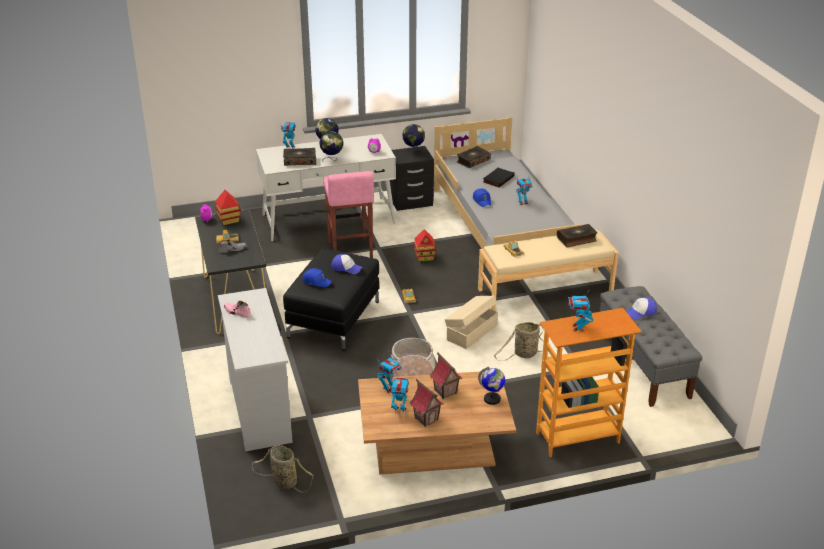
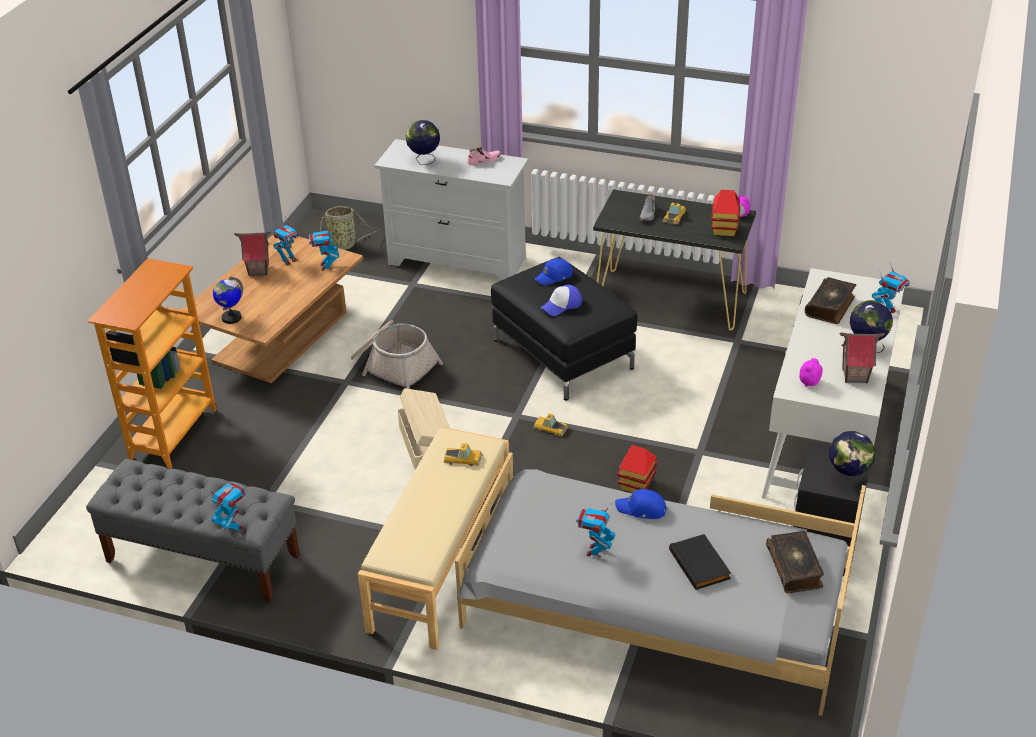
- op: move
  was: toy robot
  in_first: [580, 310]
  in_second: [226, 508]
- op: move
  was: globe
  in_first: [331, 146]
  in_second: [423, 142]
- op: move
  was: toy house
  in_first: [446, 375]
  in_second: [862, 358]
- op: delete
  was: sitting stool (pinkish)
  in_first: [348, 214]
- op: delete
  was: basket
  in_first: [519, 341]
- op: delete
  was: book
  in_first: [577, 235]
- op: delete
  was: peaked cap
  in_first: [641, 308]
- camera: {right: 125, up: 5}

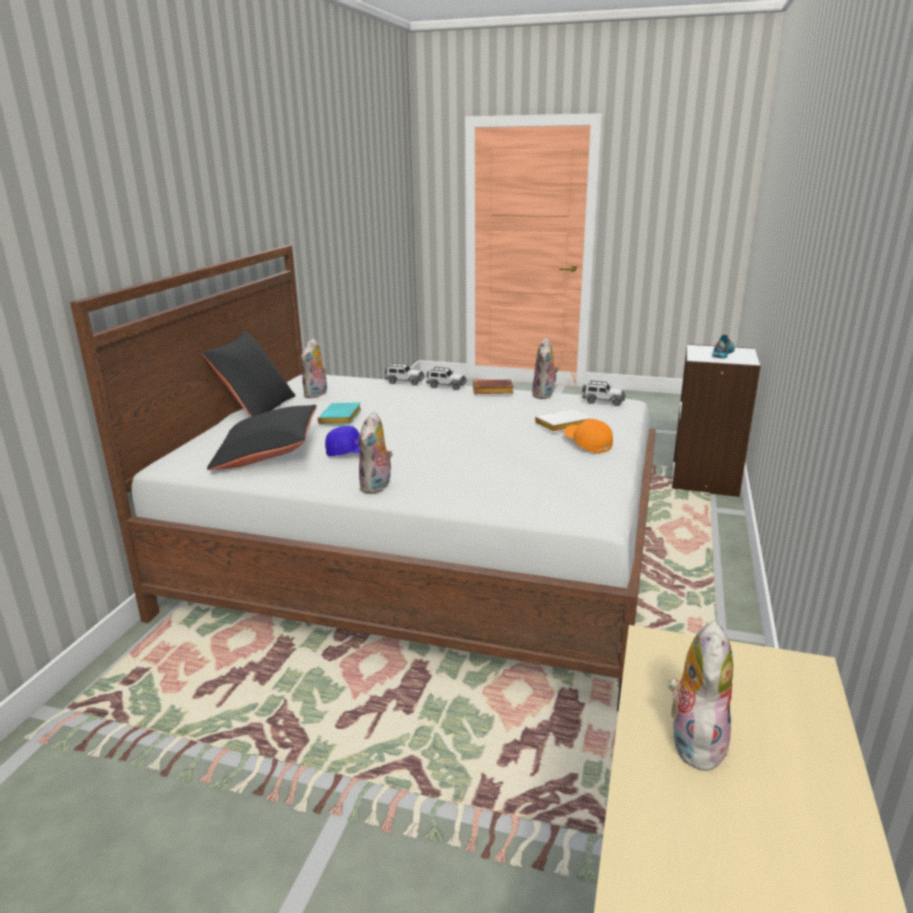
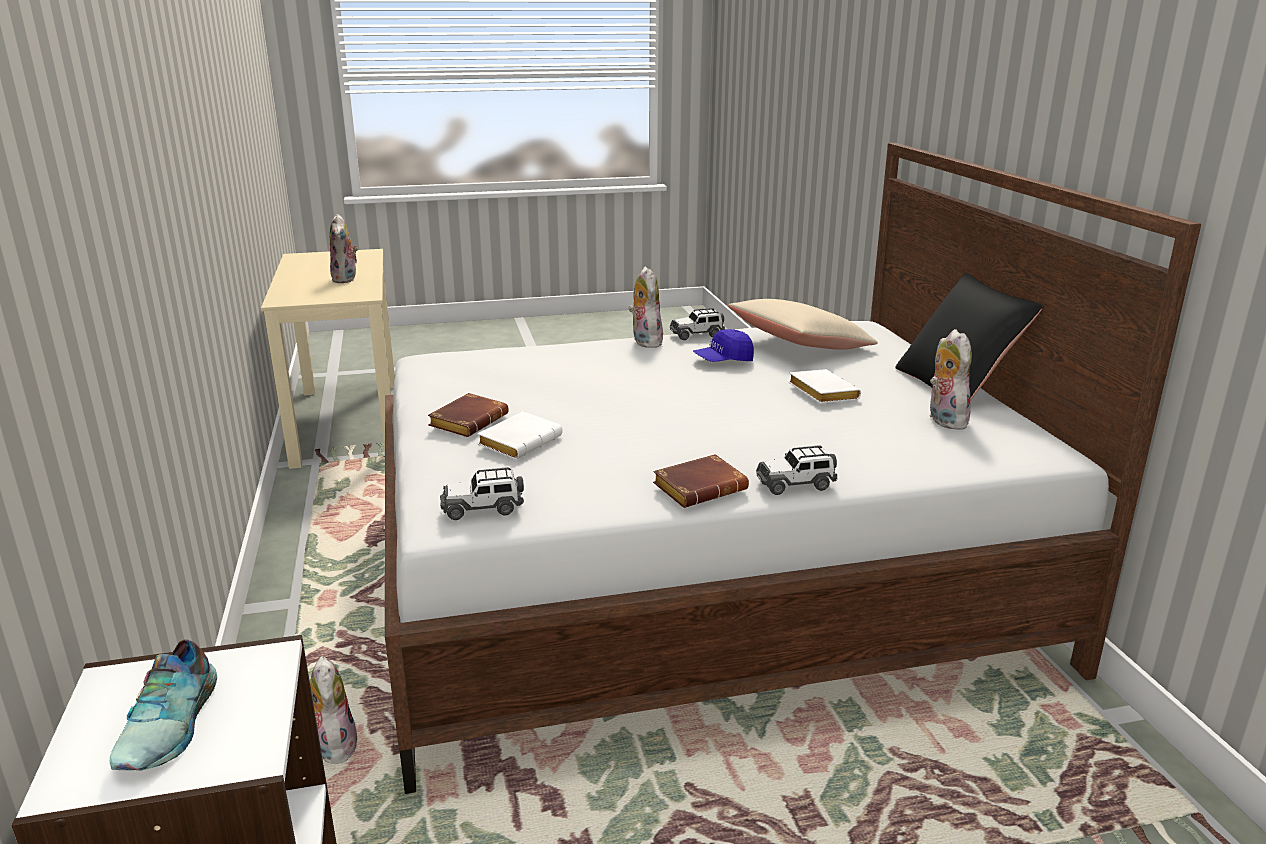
- op: move
  was: plush toy
  in_first: [545, 368]
  in_second: [333, 710]
- op: replace
  was: peaked cap (orange-coloured)
  now: book (brownish)
  in_first: [588, 436]
  in_second: [468, 415]
- op: move
  was: miniature car
  in_first: [404, 374]
  in_second: [697, 324]
- op: recolor
  was: throw pillow (blackish)
  now: throw pillow (beige-coloured)
  in_first: [262, 437]
  in_second: [803, 324]
- op: recolor
  was: book (turquoise-coloured)
  now: book (whitish)
  in_first: [339, 414]
  in_second: [824, 386]
- camera: {right: 150, up: 0}

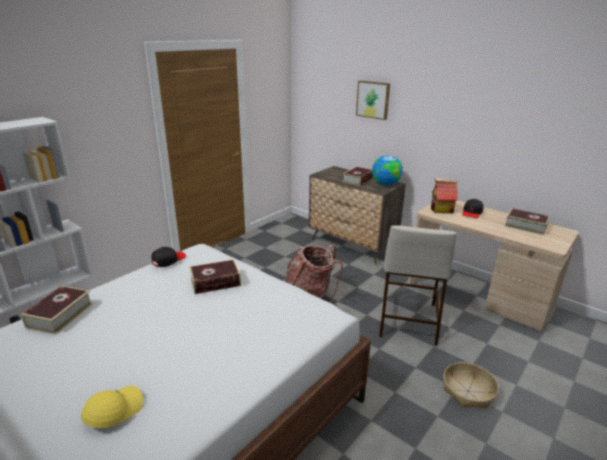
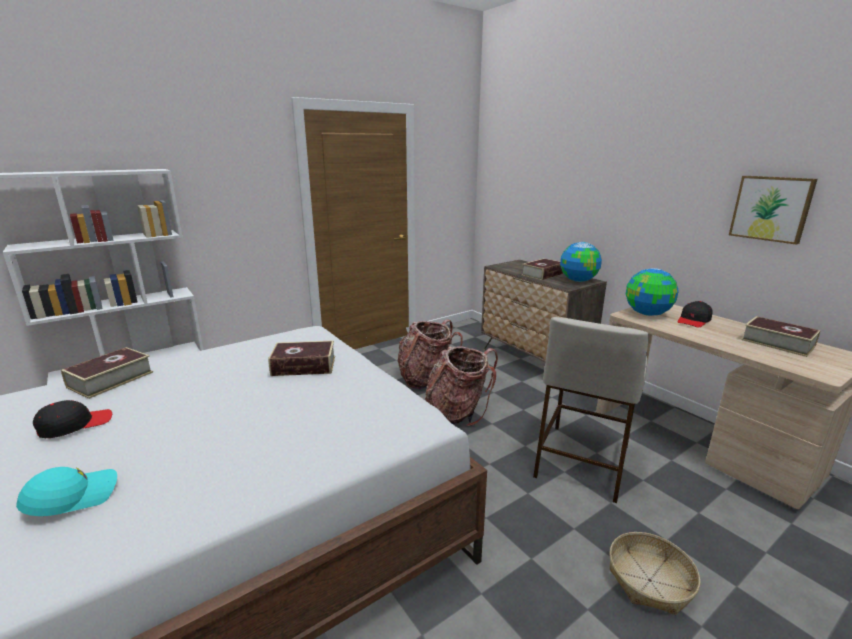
- op: recolor
  was: peaked cap (yellow-coloured)
  now: peaked cap (turquoise-coloured)
  in_first: [112, 407]
  in_second: [66, 491]
- op: move
  was: peaked cap (blackish)
  in_first: [169, 257]
  in_second: [72, 419]
- op: insert
  now: knapsack
  in_second: [430, 354]
- op: replace
  was: toy house
  now: globe
  in_first: [444, 195]
  in_second: [652, 292]
- op: move
  was: wall picture
  in_first: [373, 100]
  in_second: [773, 210]
- camera: {right: 15, up: -5}

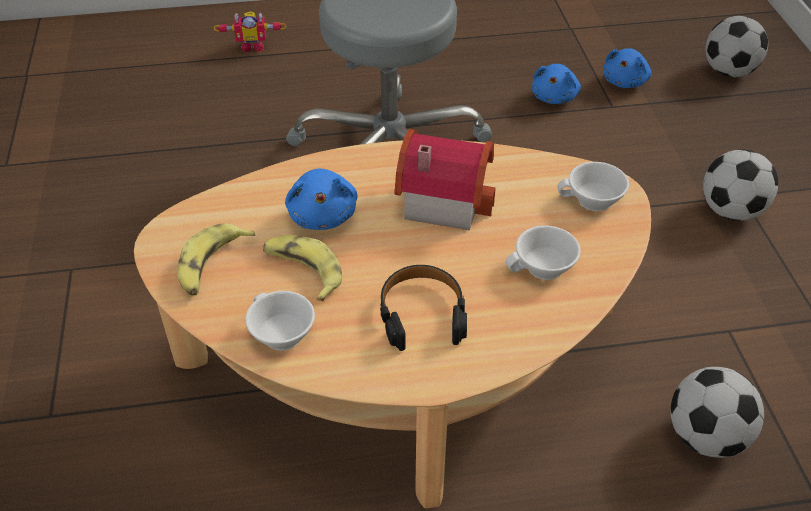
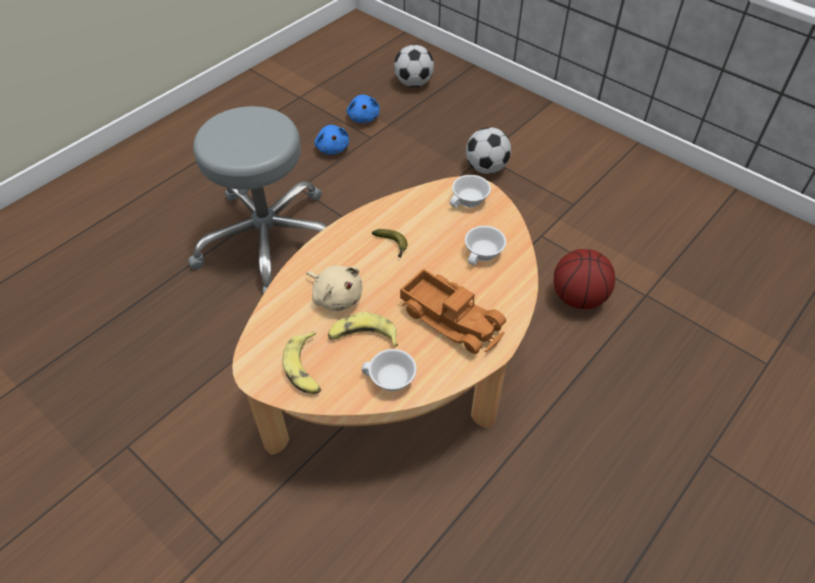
- op: recolor
  was: plush toy (blue)
  now: plush toy (beige-coloured)
  in_first: [321, 199]
  in_second: [334, 288]
- op: replace
  was: toy house
  now: banana
  in_first: [445, 179]
  in_second: [390, 243]
- op: replace
  was: pair of headphones (blackish)
  now: toy lorry
  in_first: [423, 308]
  in_second: [453, 311]
- op: replace
  was: football
  now: ball for basketball
  in_first: [717, 412]
  in_second: [584, 279]
- op: delete
  was: toy robot
  in_first: [250, 32]
- camera: {right: -40, up: 5}

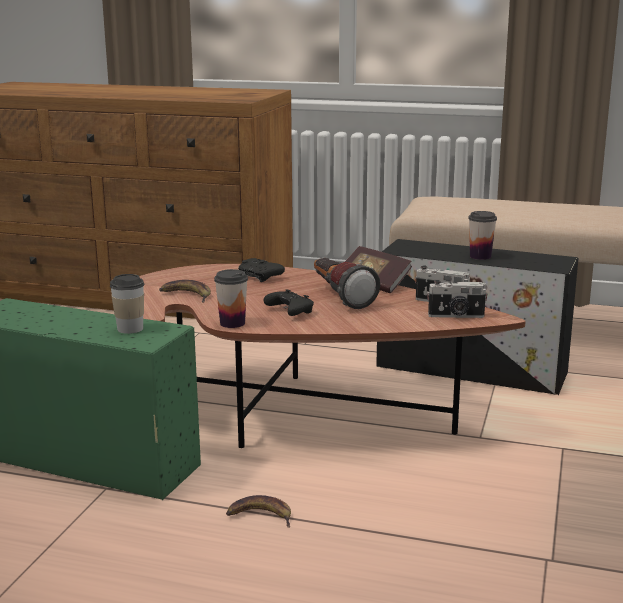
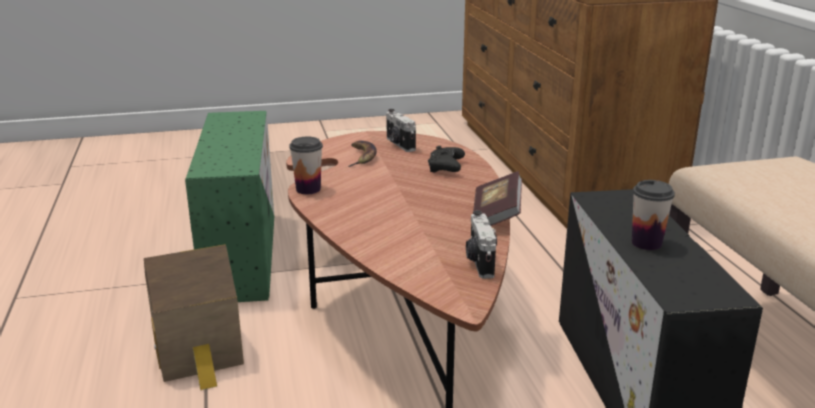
- op: replace
  was: banana
  now: toy house
  in_first: [258, 511]
  in_second: [194, 317]
- op: move
  was: photo camera
  in_first: [457, 299]
  in_second: [401, 130]
- op: delete
  was: cup
  in_first: [127, 304]
- op: delete
  was: joypad (blackish)
  in_first: [289, 302]
- op: delete
  was: torch
  in_first: [347, 283]
- camera: {right: 60, up: 5}

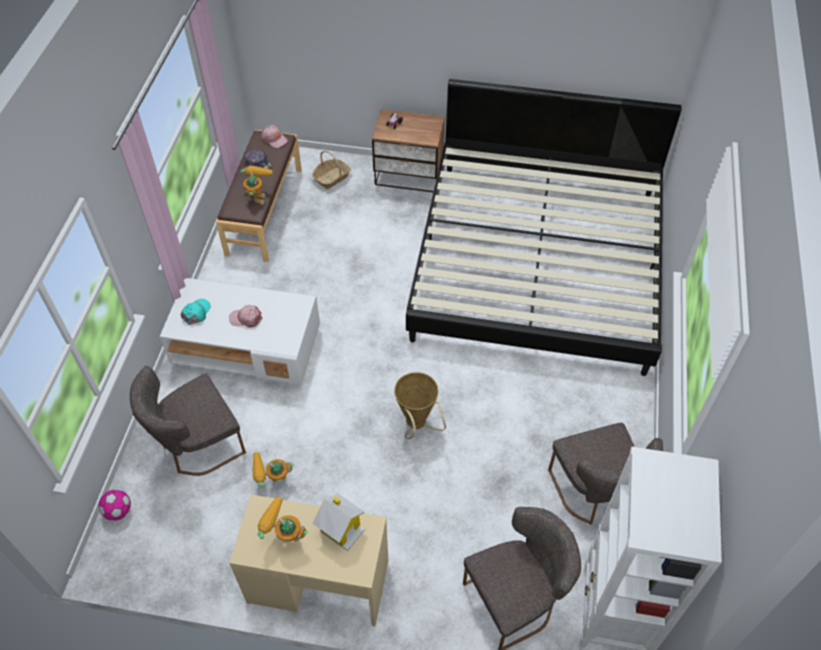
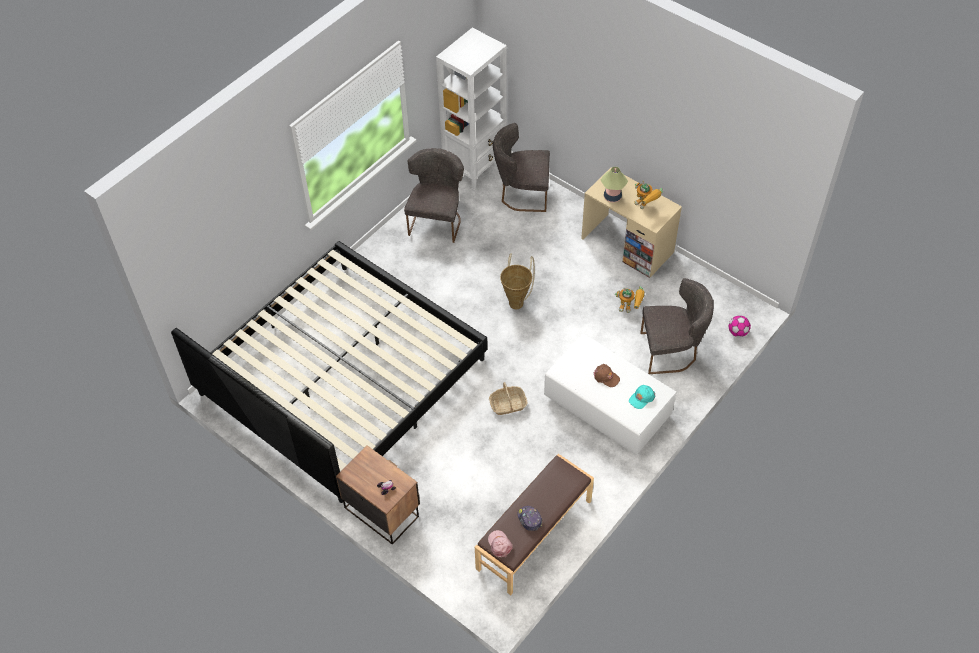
- op: move
  was: basket
  in_first: [331, 170]
  in_second: [508, 398]
- op: recolor
  was: peaked cap (pinkish)
  now: peaked cap (brownish)
  in_first: [245, 316]
  in_second: [607, 375]
- op: replace
  was: toy house
  now: lamp for a table
  in_first: [338, 522]
  in_second: [614, 184]
- op: delete
  was: toy robot
  in_first: [256, 185]
- camera: {right: -150, up: 0}

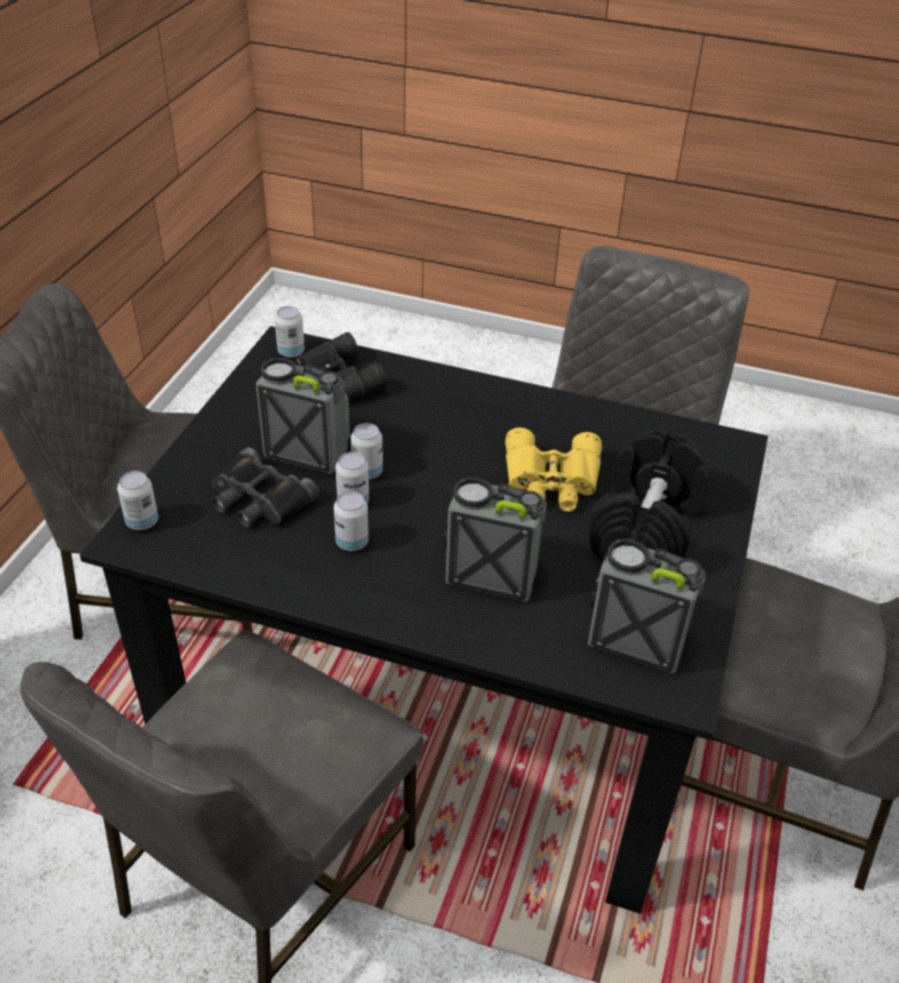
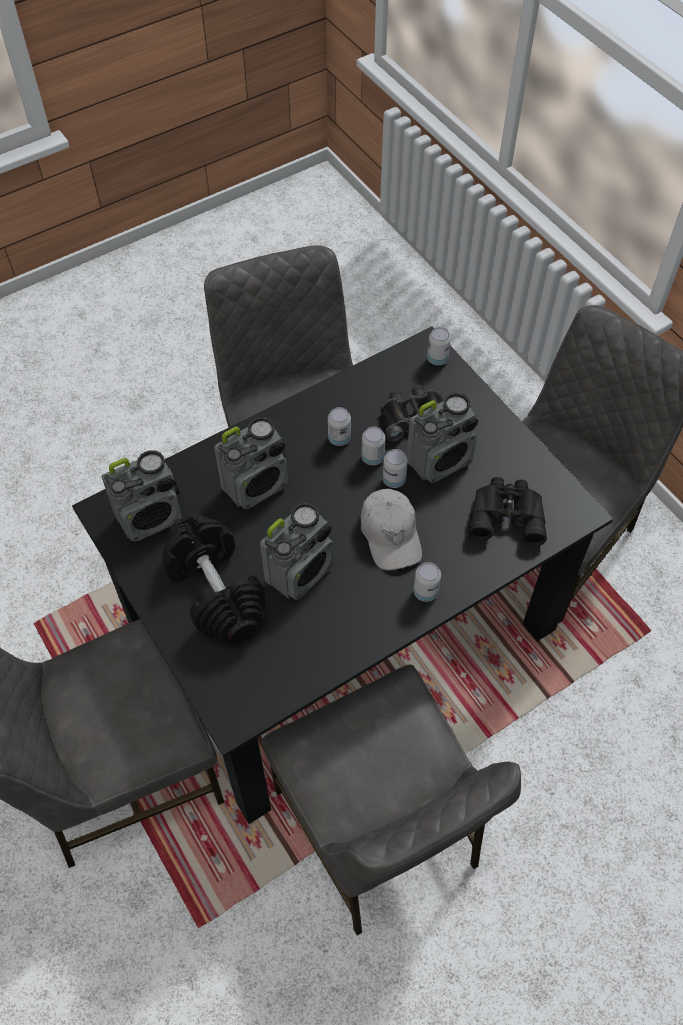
- op: replace
  was: field glasses (yellow-coloured)
  now: radio set
  in_first: [553, 470]
  in_second: [297, 551]
- op: insert
  now: peaked cap (whitish)
  in_second: [391, 529]
- op: move
  was: metal can
  in_first: [290, 332]
  in_second: [427, 582]
- camera: {right: 130, up: 15}

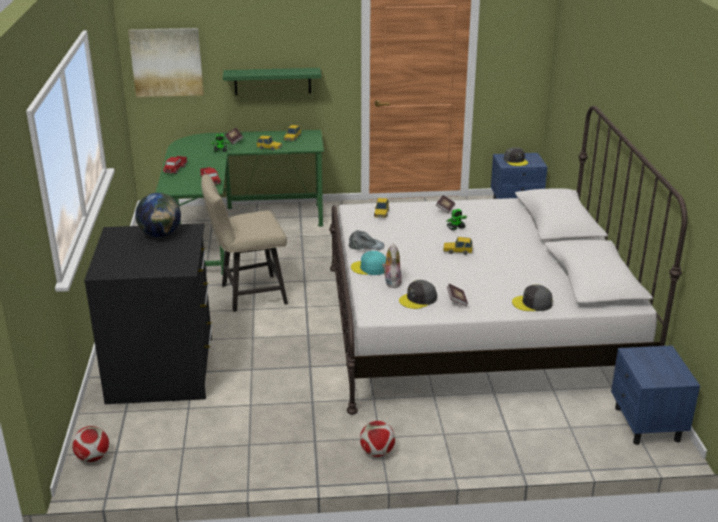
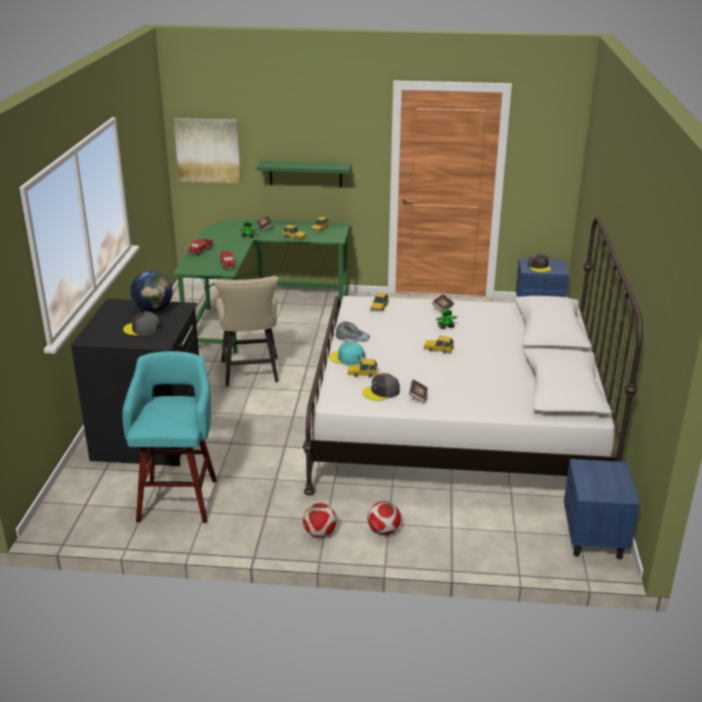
- op: move
  was: peaked cap (greyish)
  in_first: [532, 297]
  in_second: [142, 324]
- op: insert
  now: sitting stool (turquoise-coloured)
  in_second: [170, 437]
- op: rotate
  was: plain chair (beige-coloured)
  in_first: [244, 243]
  in_second: [246, 331]
  clockwise: -90
- op: replace
  was: plush toy
  now: miniature car
  in_first: [392, 265]
  in_second: [362, 368]
- op: move
  was: football
  in_first: [90, 444]
  in_second: [384, 518]
- camera: {right: 10, up: 0}

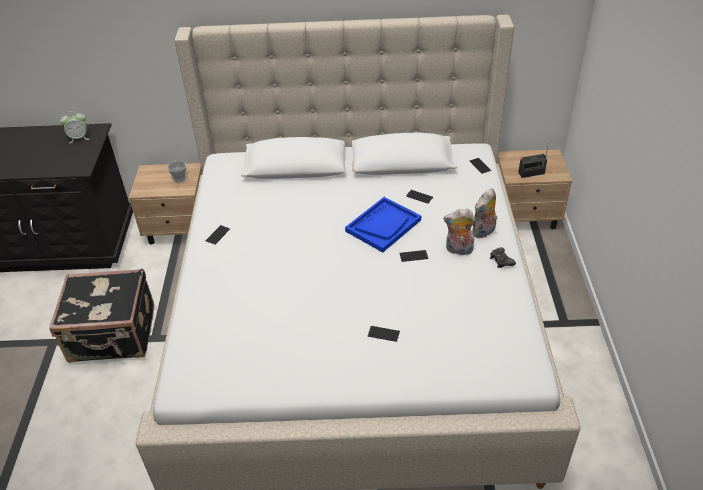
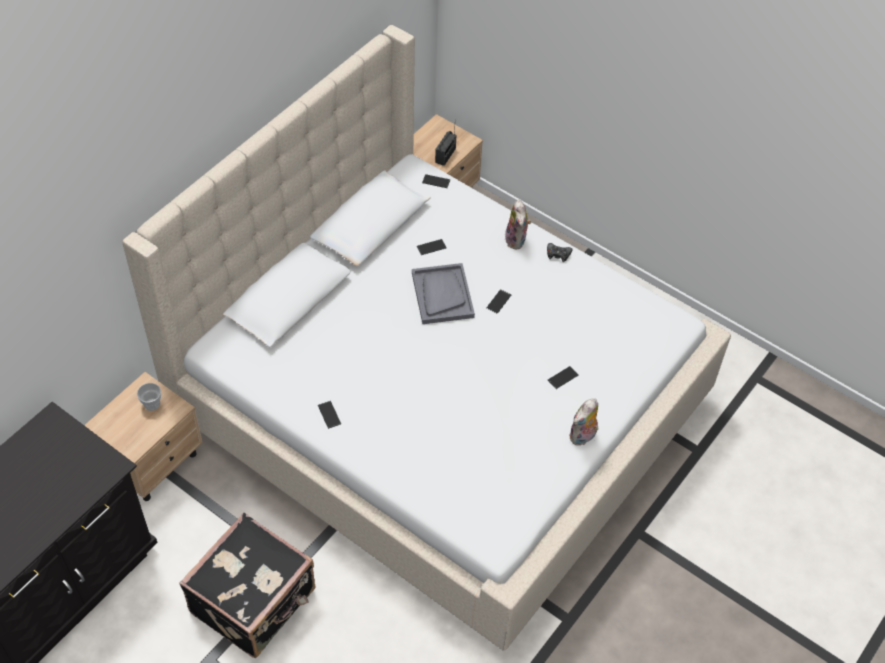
- op: recolor
  was: serving tray (blue)
  now: serving tray (greyish)
  in_first: [383, 225]
  in_second: [443, 293]
- op: move
  was: plush toy
  in_first: [459, 232]
  in_second: [584, 422]
- op: delete
  was: bedside clock
  in_first: [75, 127]
- camera: {right: -55, up: 10}

